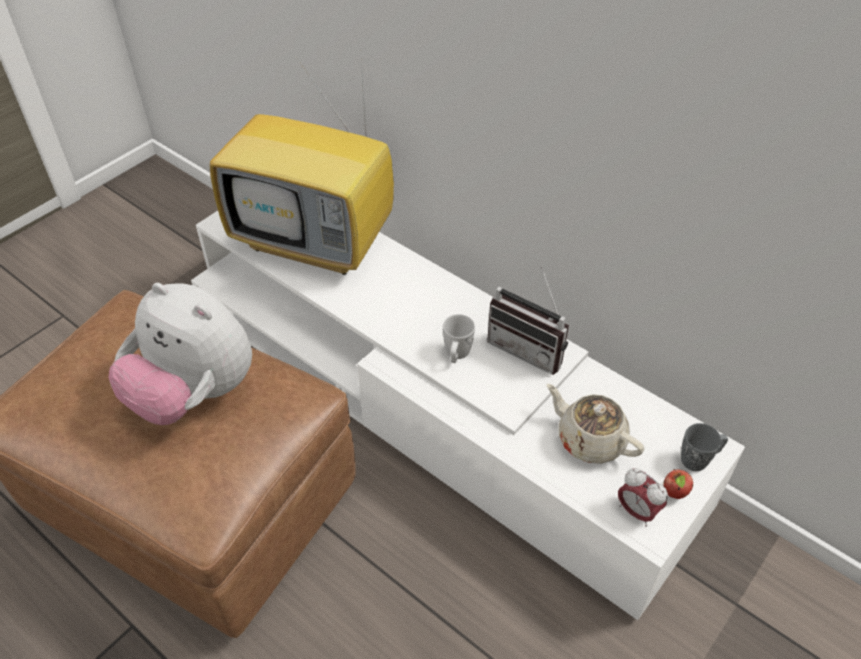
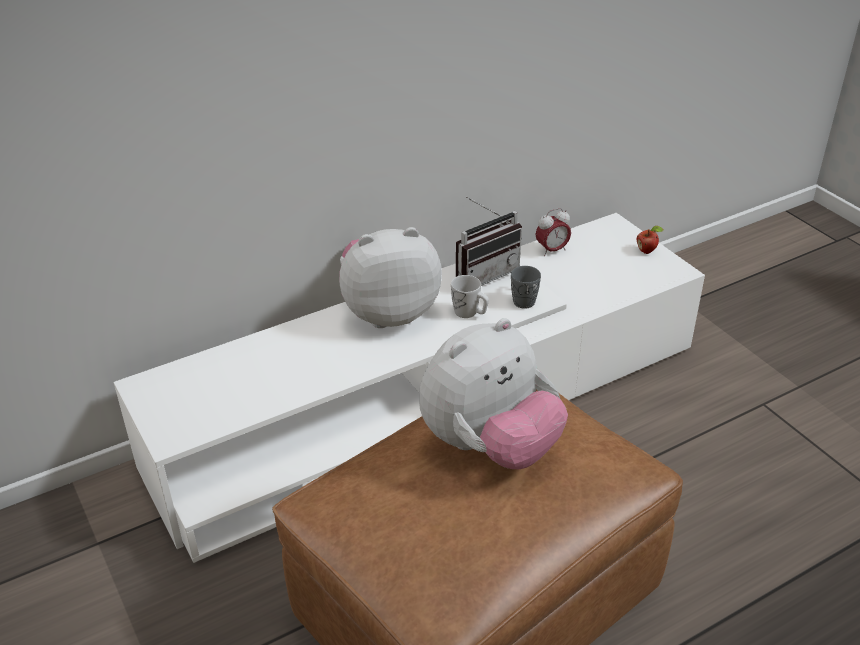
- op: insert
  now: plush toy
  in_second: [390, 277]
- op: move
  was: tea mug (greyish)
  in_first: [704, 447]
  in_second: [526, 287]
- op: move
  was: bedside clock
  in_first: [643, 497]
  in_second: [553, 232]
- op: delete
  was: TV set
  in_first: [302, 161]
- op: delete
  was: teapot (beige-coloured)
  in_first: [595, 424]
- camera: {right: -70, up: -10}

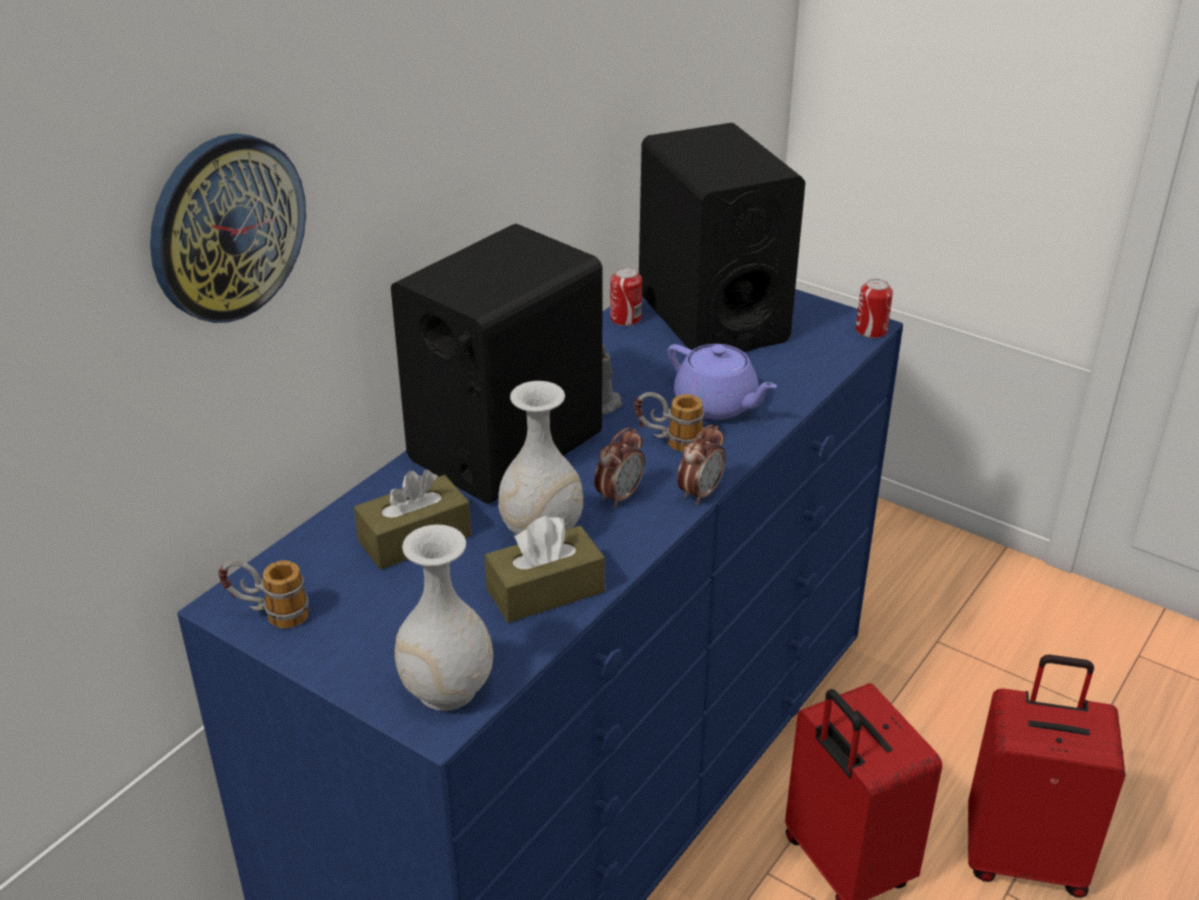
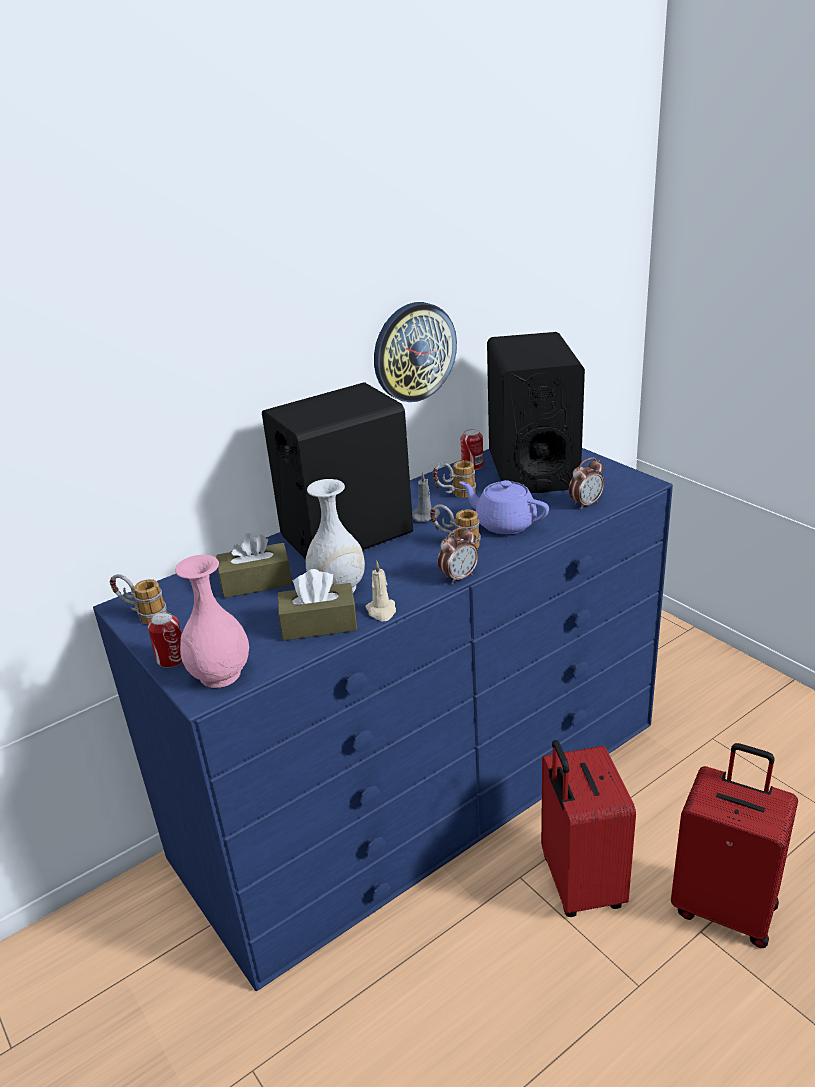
- op: move
  was: metal can
  in_first: [874, 308]
  in_second: [165, 640]
- op: recolor
  was: decorative vase (whitish)
  now: decorative vase (pinkish)
  in_first: [443, 618]
  in_second: [212, 621]
- op: insert
  now: candle (beige-coloured)
  in_second: [381, 591]
- op: move
  was: hanging clock
  in_first: [228, 228]
  in_second: [415, 352]
- op: insert
  now: tea mug
  in_second: [454, 479]
- op: rotate
  was: teapot (purple)
  in_first: [722, 382]
  in_second: [504, 507]
  clockwise: 150
- op: move
  was: bedside clock
  in_first: [619, 468]
  in_second: [586, 483]
- camera: {right: 20, up: -5}

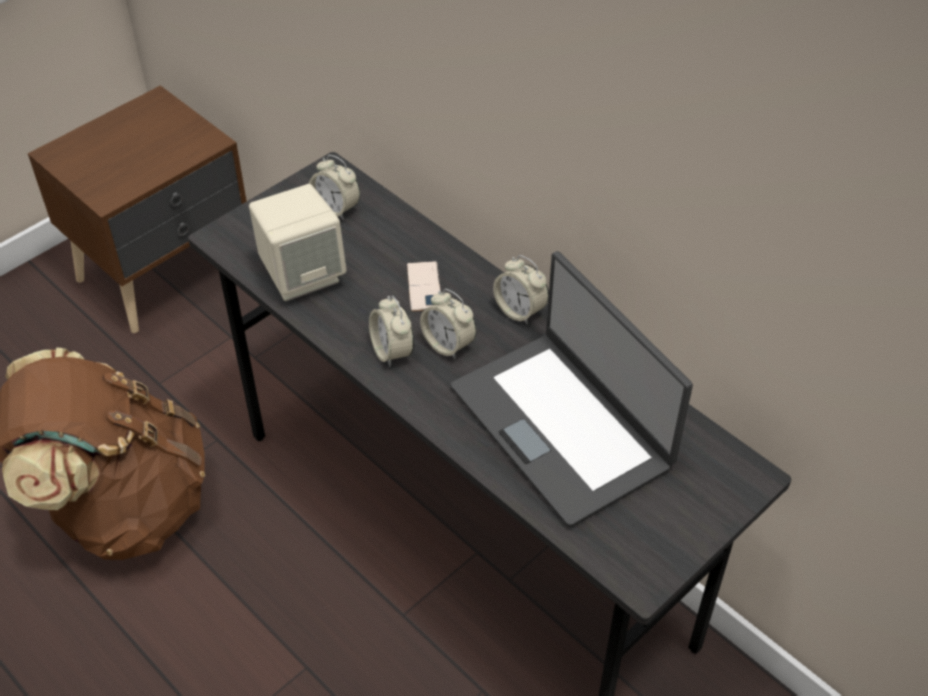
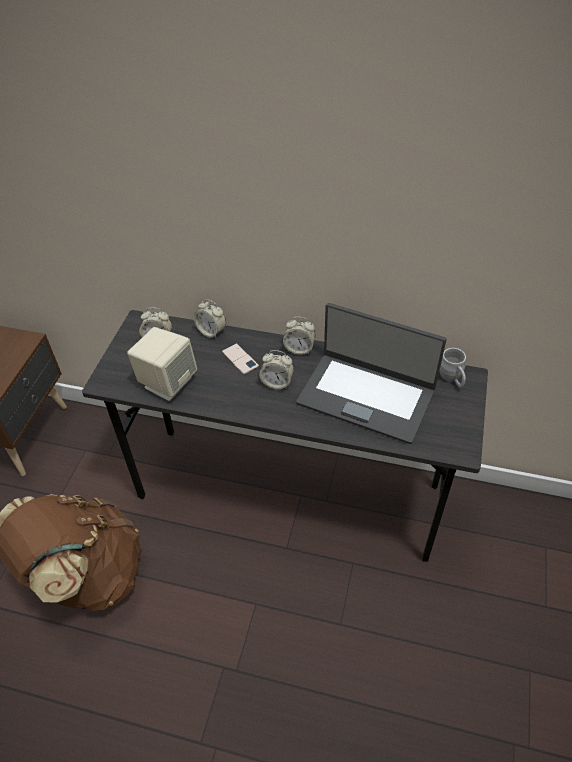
- op: move
  was: bedside clock
  in_first: [391, 331]
  in_second: [210, 319]
- op: insert
  now: tea mug (greyish)
  in_second: [453, 368]
- camera: {right: -30, up: 0}

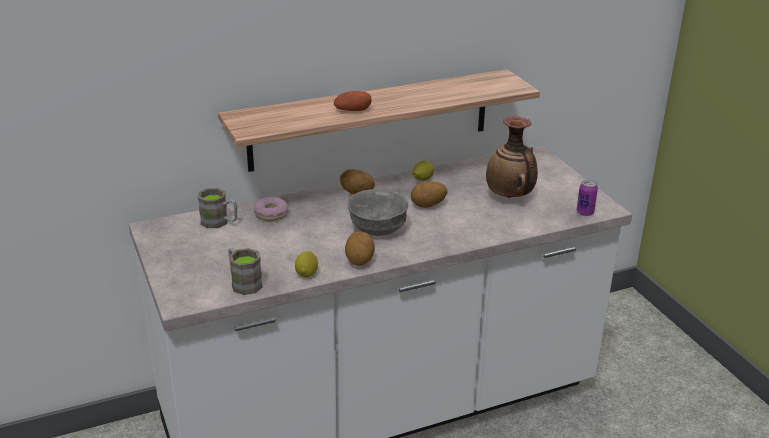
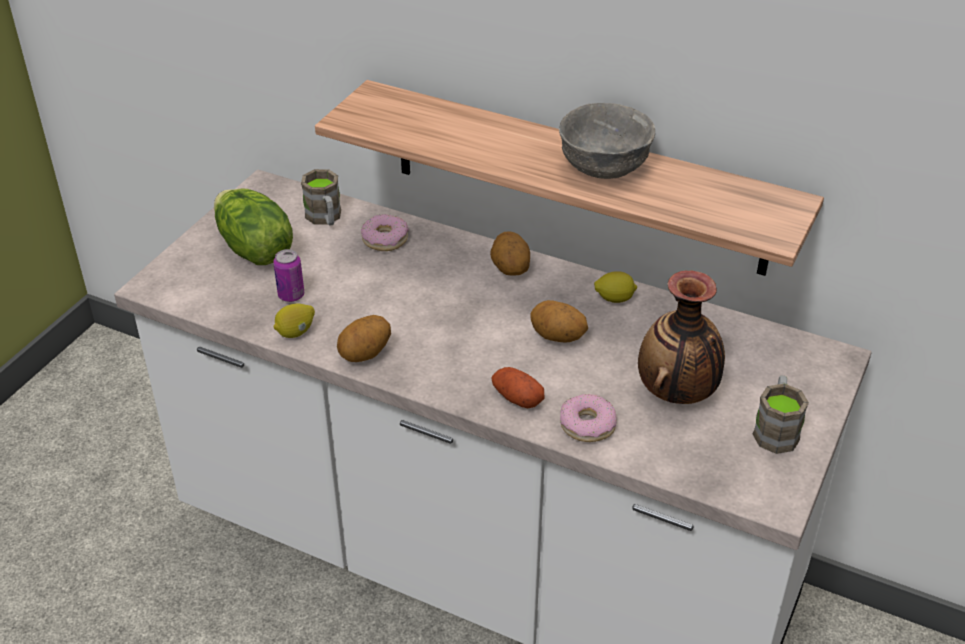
- op: insert
  now: lettuce head
  in_second: [253, 226]
- op: move
  was: metal can
  in_first: [587, 198]
  in_second: [288, 275]
- op: move
  was: whole potato
  in_first: [353, 101]
  in_second: [517, 387]
- op: move
  was: bowl (greyish)
  in_first: [378, 212]
  in_second: [607, 141]
- op: insert
  now: doughnut
  in_second: [588, 418]
- op: move
  was: tea mug (brownish)
  in_first: [245, 271]
  in_second: [781, 414]
- camera: {right: 50, up: 10}

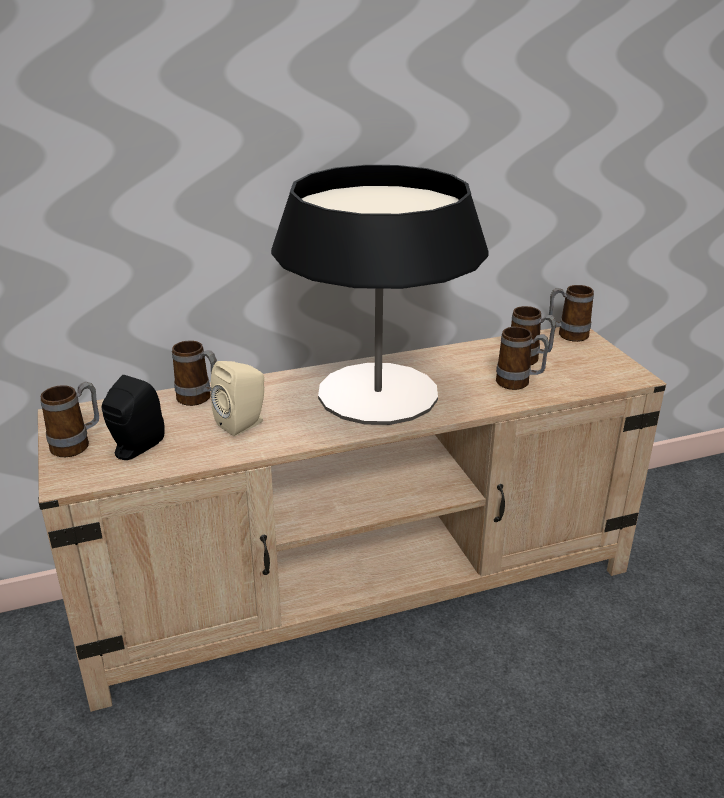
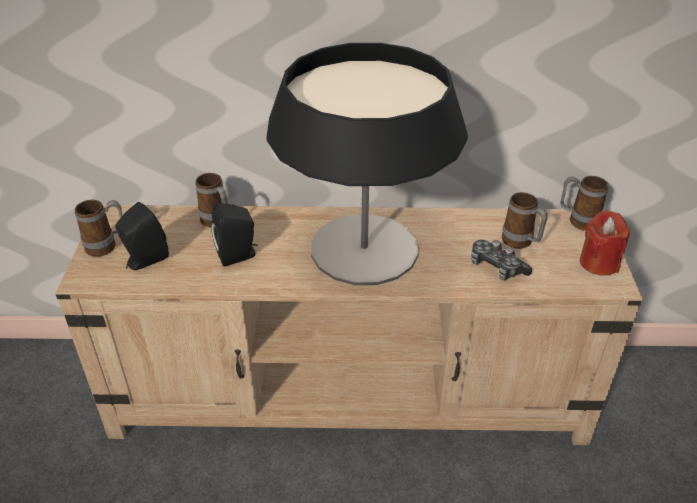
- op: recolor
  was: loudspeaker (beige-coloured)
  now: loudspeaker (blackish)
  in_first: [237, 398]
  in_second: [234, 234]
- op: replace
  was: tea mug
  now: joypad
  in_first: [522, 358]
  in_second: [501, 260]
- op: insert
  now: candle (red-coloured)
  in_second: [605, 243]
- camera: {right: 20, up: 10}

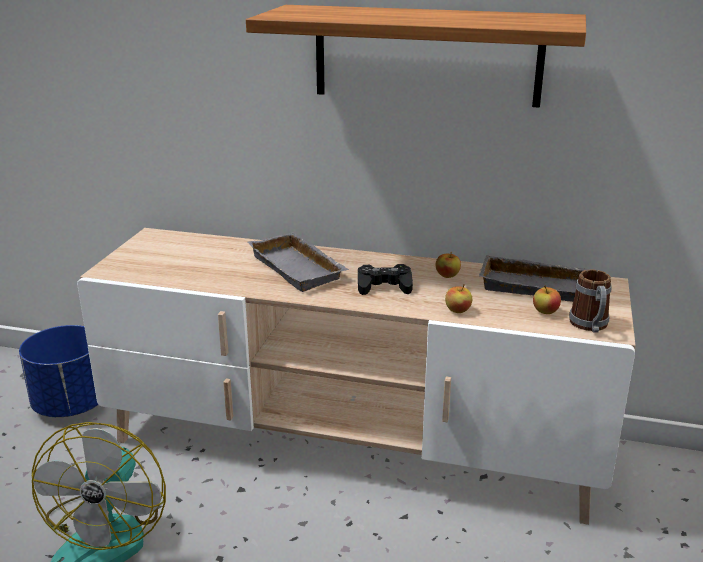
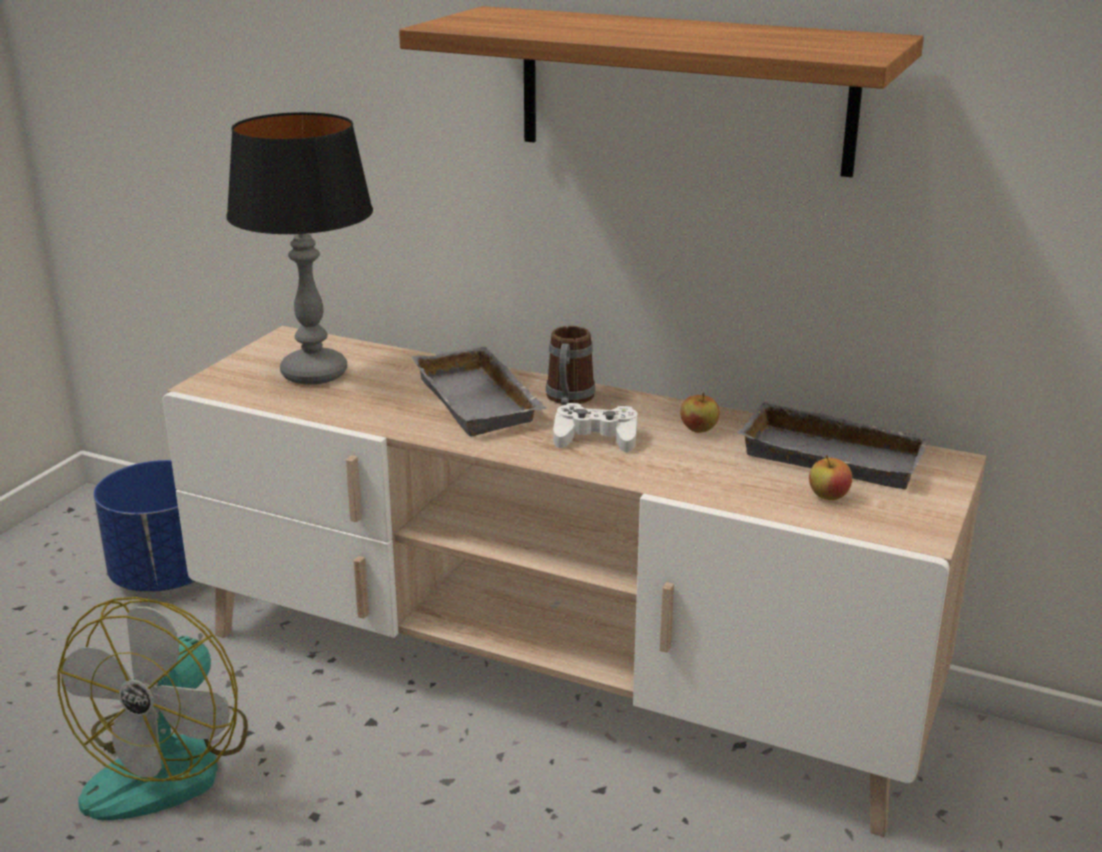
- op: insert
  now: lamp for a table
  in_second: [299, 248]
- op: move
  was: tea mug
  in_first: [590, 301]
  in_second: [571, 365]
- op: recolor
  was: joypad (blackish)
  now: joypad (whitish)
  in_first: [385, 279]
  in_second: [595, 427]
- op: delete
  was: whole apple
  in_first: [458, 298]
- camera: {right: 10, up: 0}

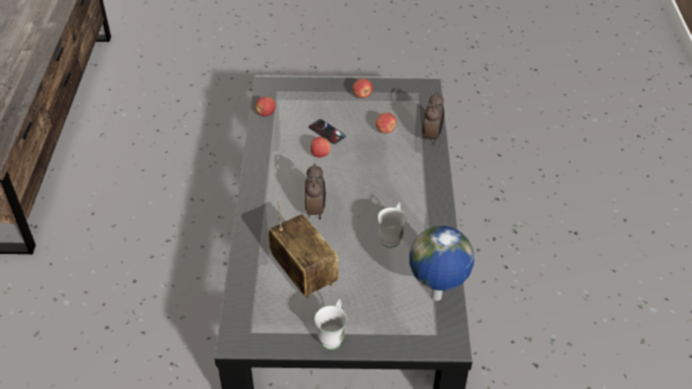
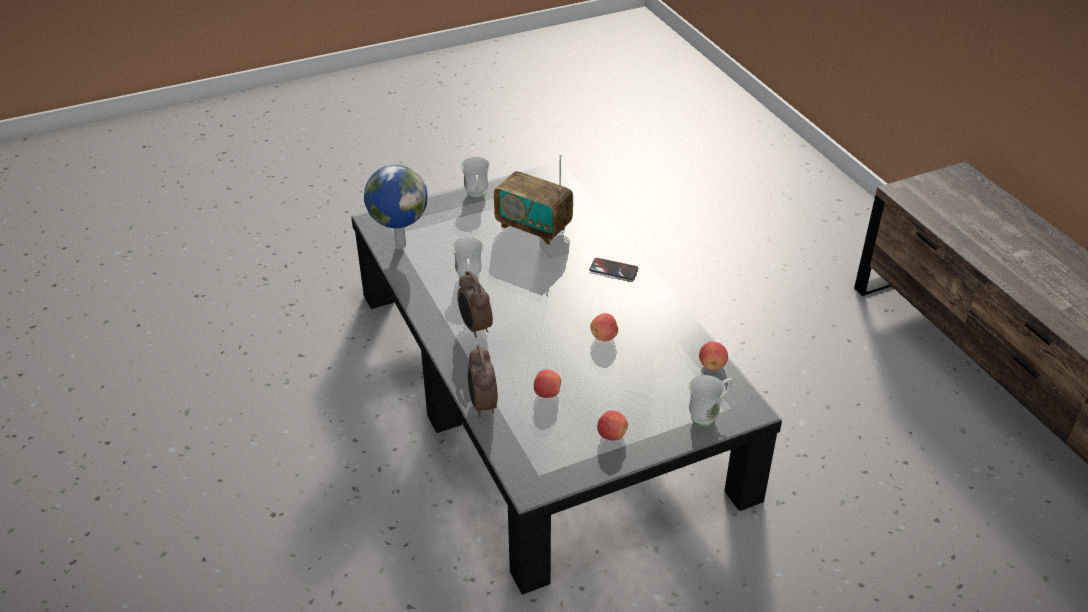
- op: move
  was: bedside clock
  in_first: [315, 191]
  in_second: [475, 304]
- op: move
  was: phone
  in_first: [327, 131]
  in_second: [613, 269]
- op: insert
  now: tea mug (whitish)
  in_second: [710, 400]
- camera: {right: 155, up: -5}

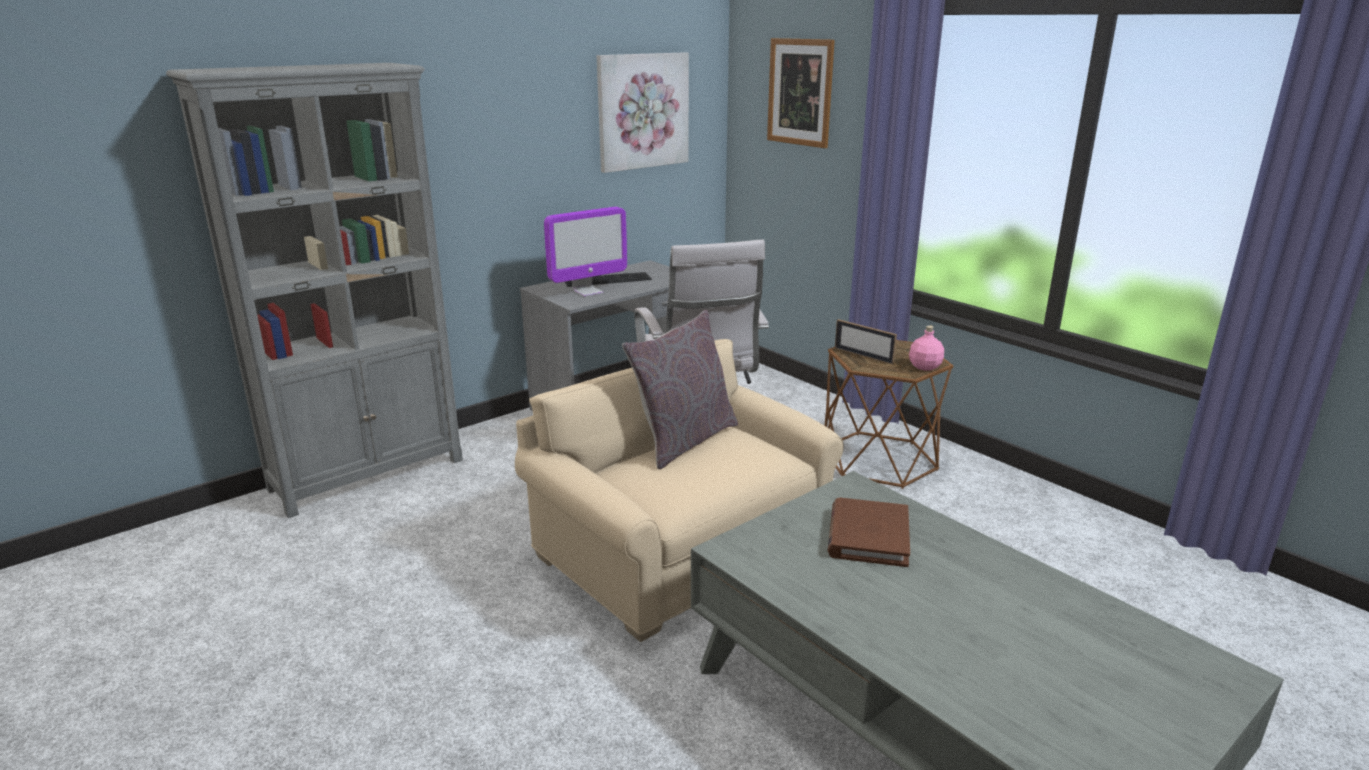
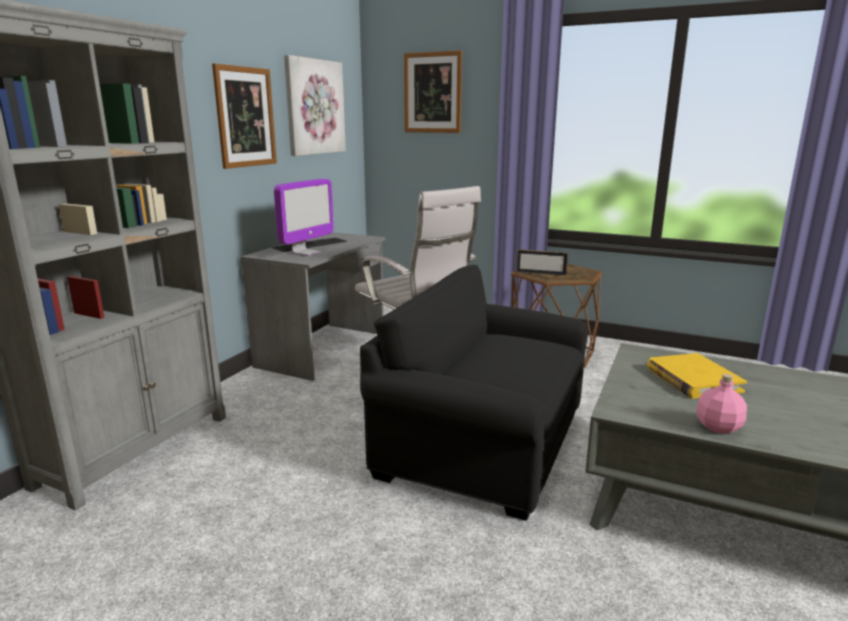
- op: insert
  now: wall picture
  in_second: [244, 116]
- op: recolor
  was: armchair (beige-coloured)
  now: armchair (blackish)
  in_first: [679, 490]
  in_second: [474, 393]
- op: recolor
  was: book (brownish)
  now: book (yellow-coloured)
  in_first: [869, 532]
  in_second: [697, 376]
- op: move
  was: beverage bottle (pinkish)
  in_first: [926, 347]
  in_second: [721, 404]
- op: delete
  was: throw pillow (greyish)
  in_first: [680, 389]
- camera: {right: -25, up: -5}

